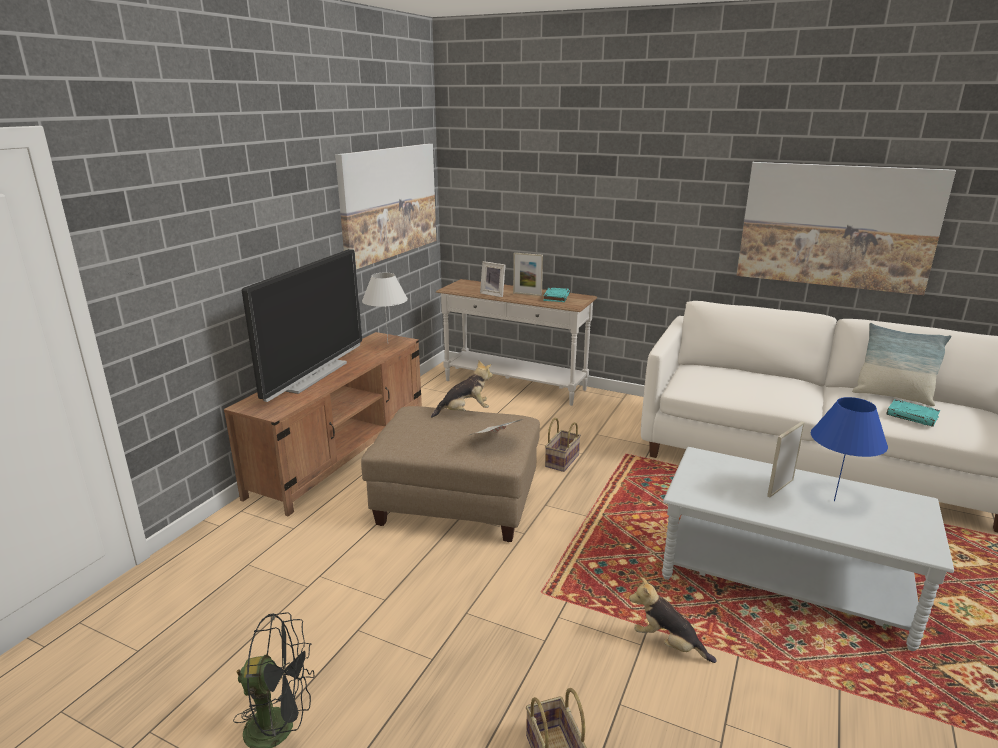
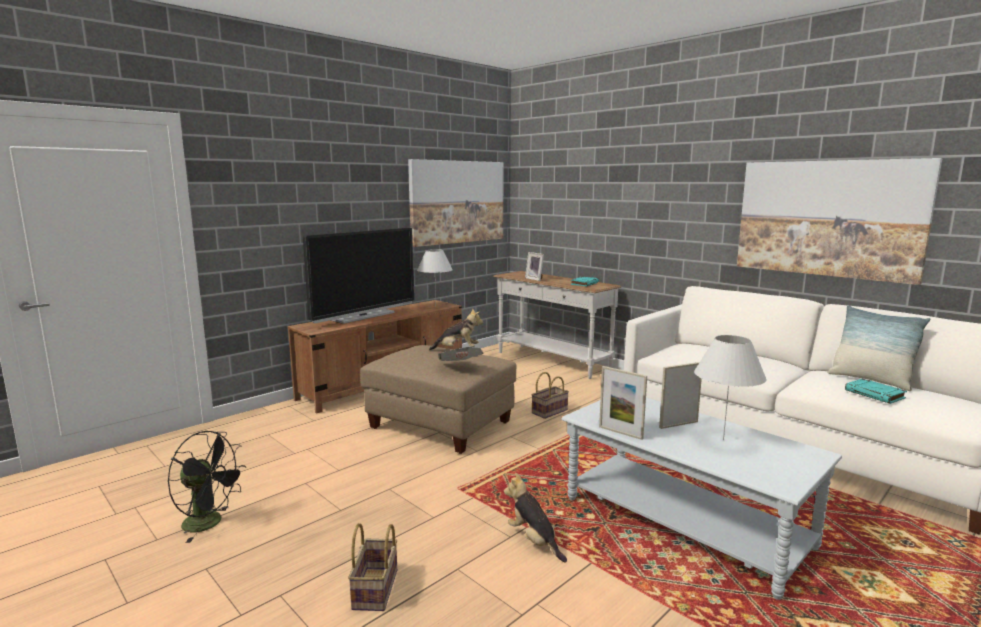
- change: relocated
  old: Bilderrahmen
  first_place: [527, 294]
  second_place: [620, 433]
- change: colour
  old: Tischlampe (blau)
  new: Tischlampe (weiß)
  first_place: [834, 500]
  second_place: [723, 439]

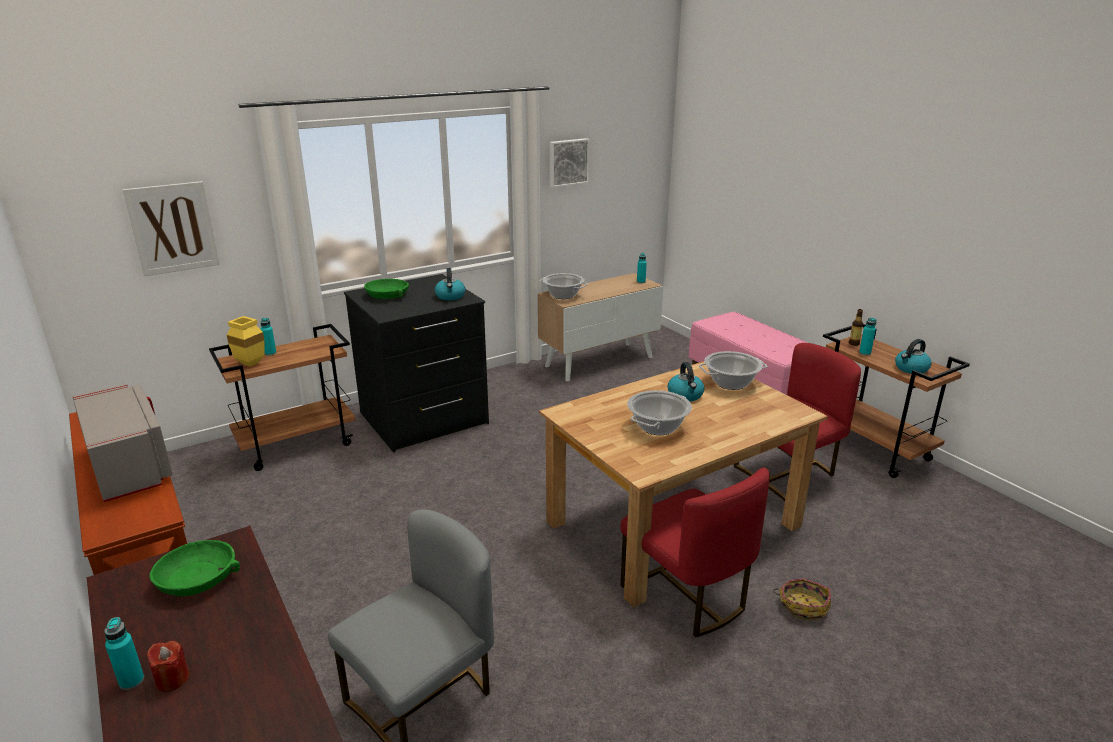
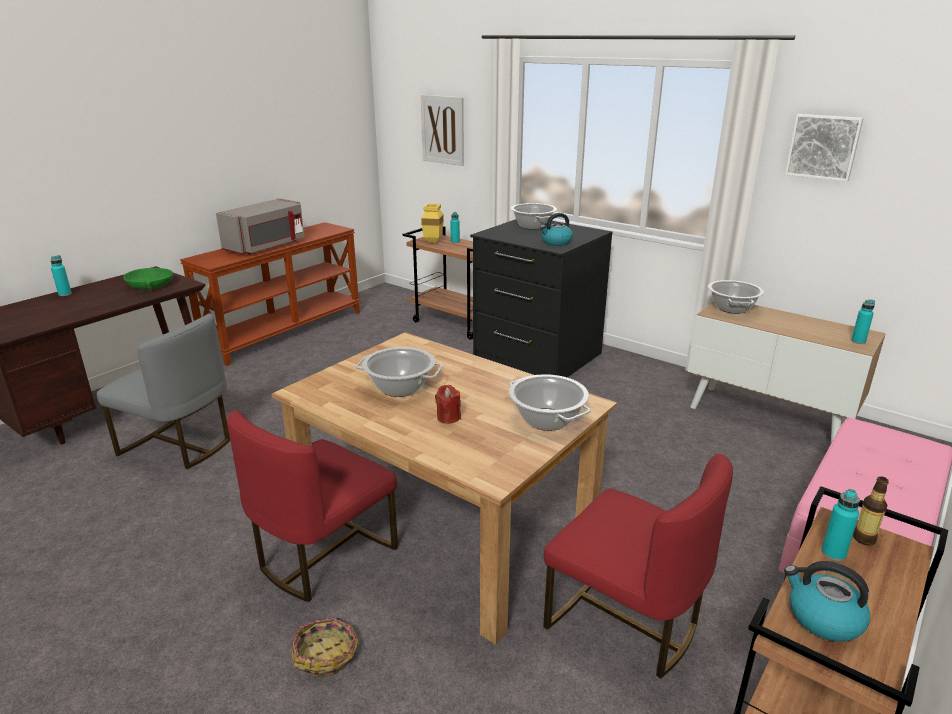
- change: relocated
  old: Kerze (rot)
  first_place: [172, 679]
  second_place: [448, 417]
- change: exchanged
  old: Schüssel (grün)
  new: Kochtopf
  first_place: [387, 295]
  second_place: [533, 226]
- change: missing
  old: Wasserkessel
  first_place: [685, 395]

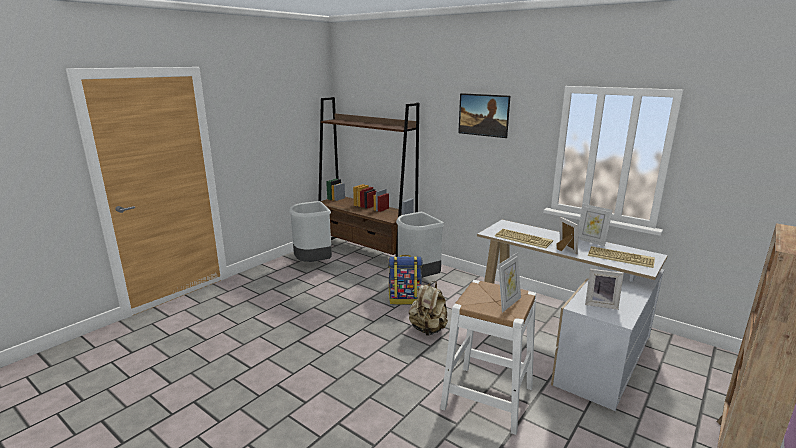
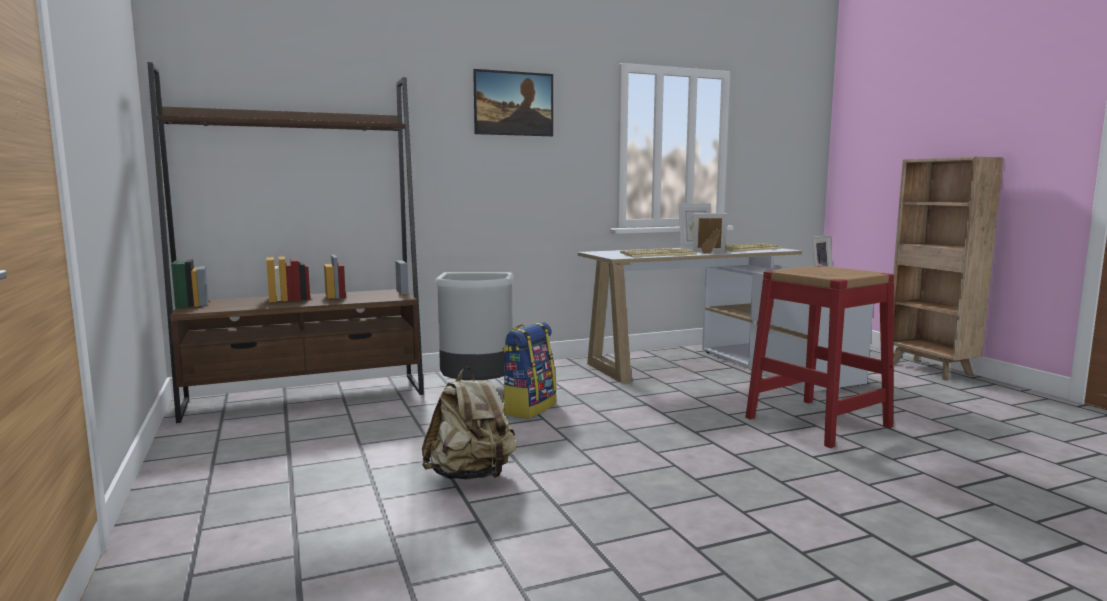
- change: relocated
  old: Rucksack (beige)
  first_place: [428, 329]
  second_place: [471, 476]
- change: colour
  old: Hocker (weiß)
  new: Hocker (rot)
  first_place: [487, 397]
  second_place: [817, 422]
- change: missing
  old: Mülleimer (grau)
  first_place: [313, 263]
- change: missing
  old: Bilderrahmen
  first_place: [508, 303]

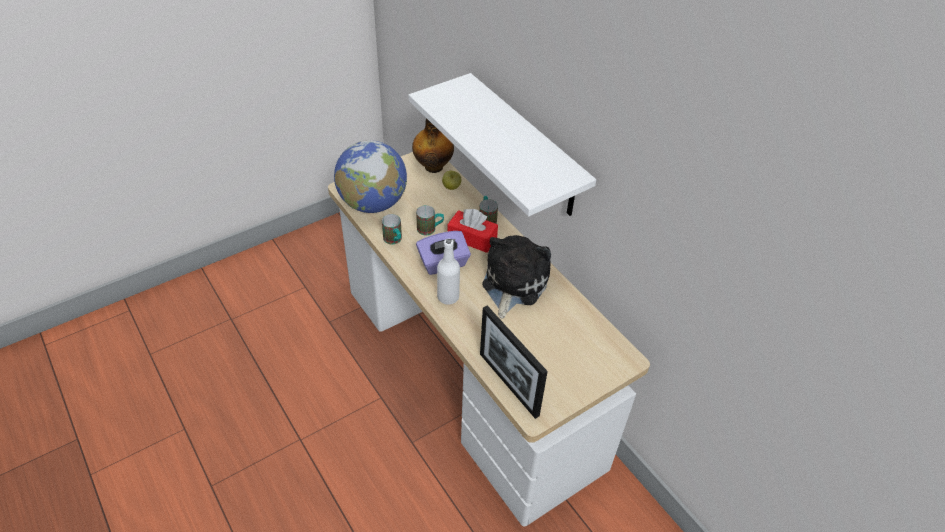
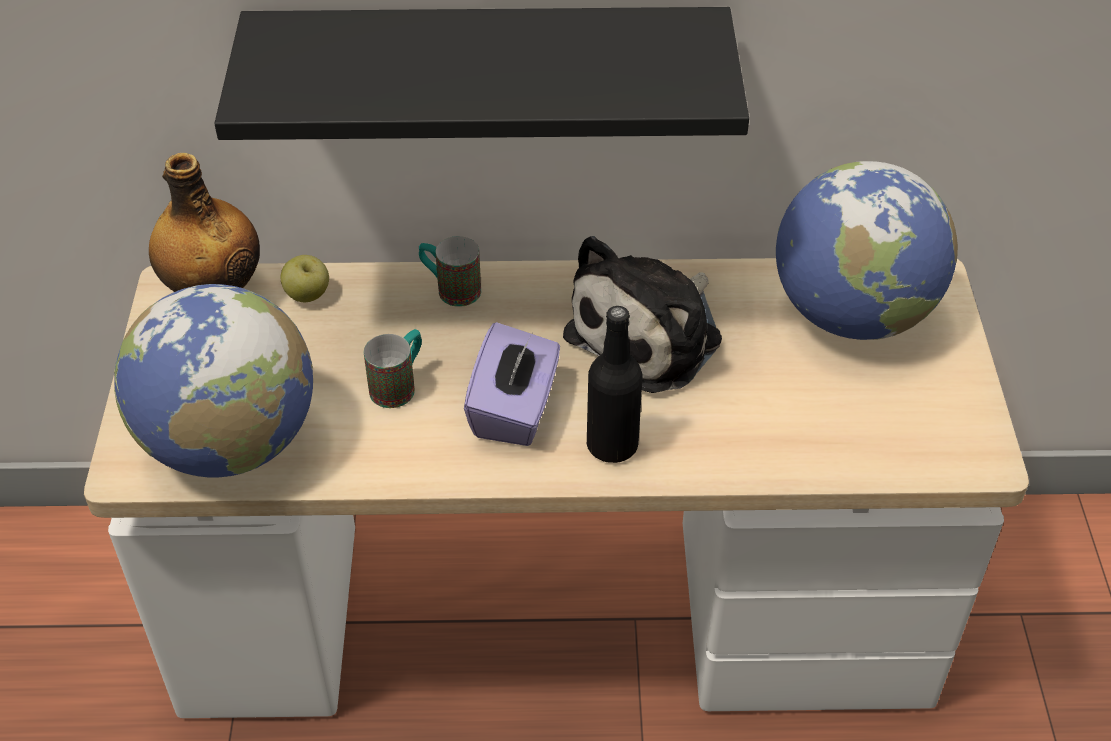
- change: colour
  old: Wandregal (weiß)
  new: Wandregal (schwarz)
  first_place: [526, 147]
  second_place: [488, 71]
- change: spun
  old: Plüschtier
  first_place: [513, 283]
  second_place: [651, 335]
  degrees: -105
- change: colour
  old: Flasche (weiß)
  new: Flasche (schwarz)
  first_place: [448, 297]
  second_place: [612, 445]
- change: appeared
  new: Globus
  second_place: [852, 314]
- change: missing
  old: Henkelbecher
  first_place: [394, 240]
- change: missing
  old: Taschentuchbox (rot)
  first_place: [472, 238]
- change: missing
  old: Bilderrahmen
  first_place: [508, 384]

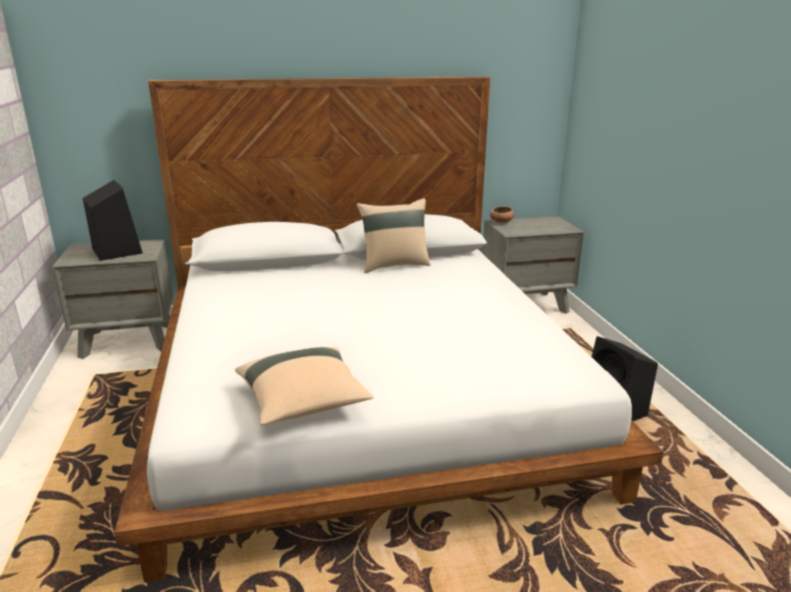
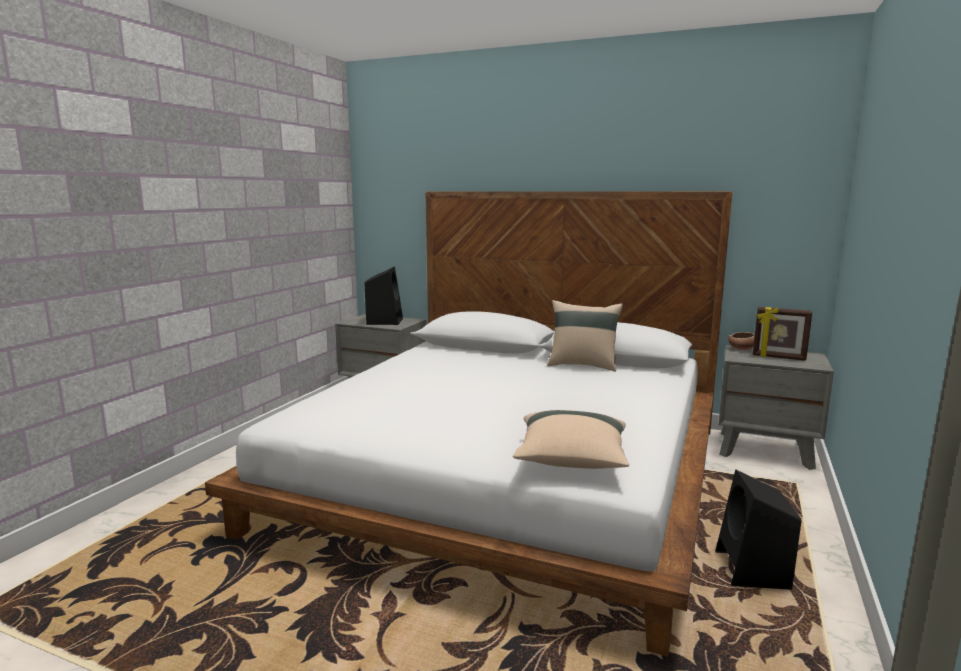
- change: relocated
  old: Kissen (beige)
  first_place: [303, 403]
  second_place: [571, 460]
- change: appeared
  new: Bilderrahmen
  second_place: [778, 357]

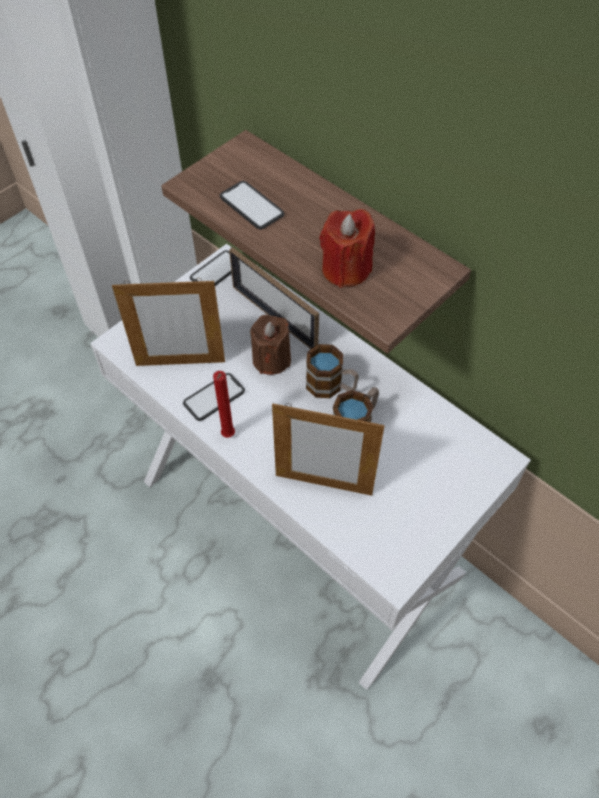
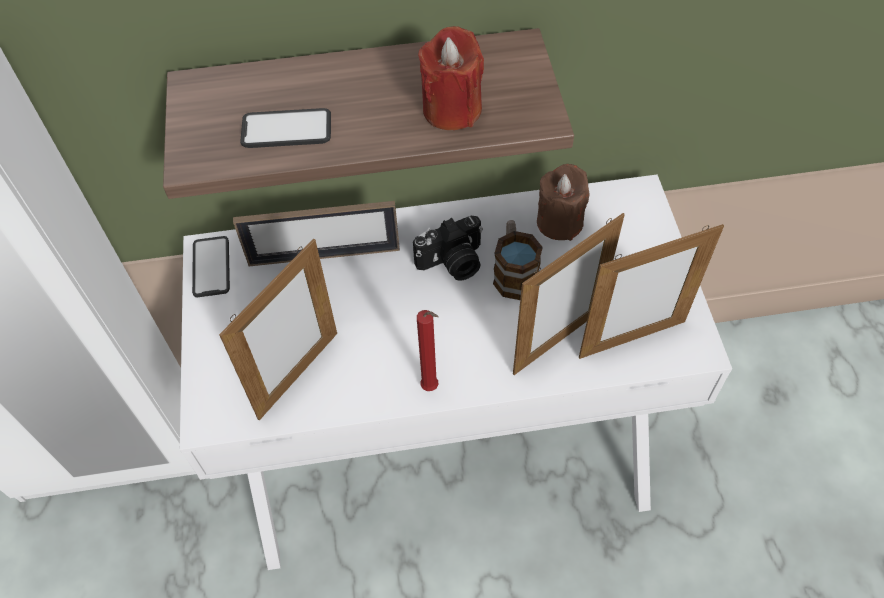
- change: exchanged
  old: Henkelbecher
  new: Kamera
  first_place: [331, 386]
  second_place: [452, 263]
- change: relocated
  old: Kerze (braun)
  first_place: [271, 359]
  second_place: [559, 222]
- change: appeared
  new: Bilderrahmen
  second_place: [632, 339]
- change: missing
  old: Handy
  first_place: [214, 397]

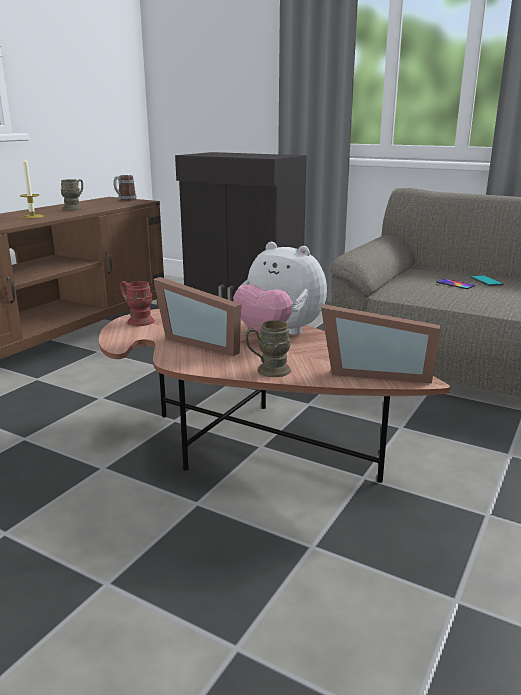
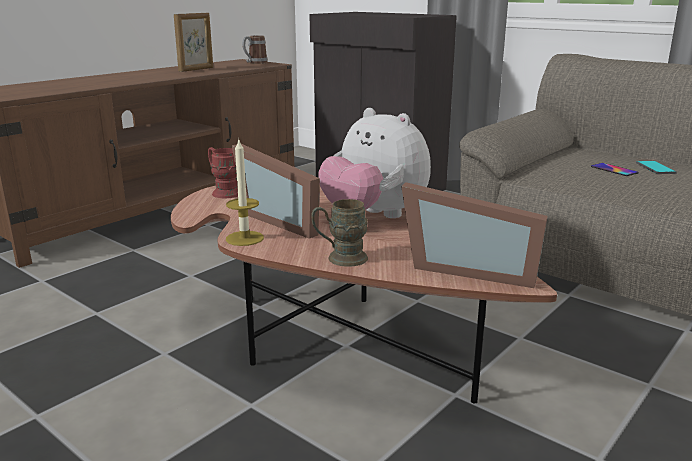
- change: exchanged
  old: Henkelbecher (braun)
  new: Bilderrahmen
  first_place: [75, 208]
  second_place: [196, 69]
- change: relocated
  old: Kerze
  first_place: [32, 216]
  second_place: [244, 238]

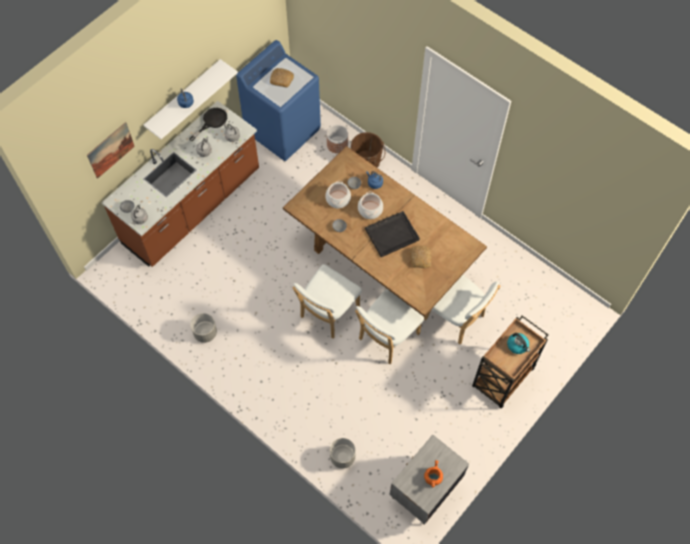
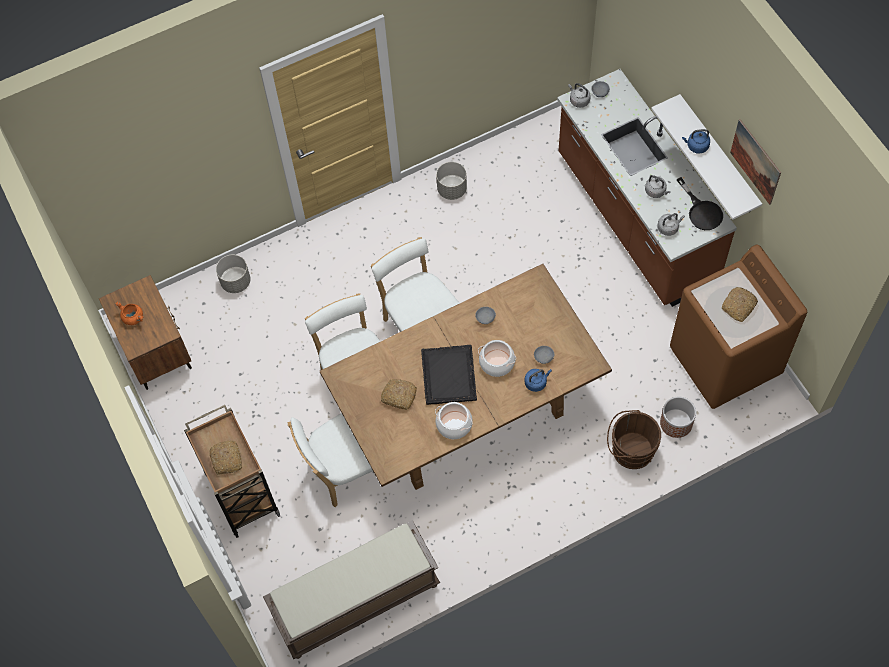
- change: colour
  old: Nachttisch (grau)
  new: Nachttisch (braun)
  first_place: [424, 490]
  second_place: [156, 351]
- change: exchanged
  old: Wasserkessel
  new: Brot
  first_place: [517, 345]
  second_place: [227, 459]
- change: appeared
  new: Bank (braun)
  second_place: [356, 601]
- change: relocated
  old: Kochtopf
  first_place: [338, 199]
  second_place: [454, 424]
- change: colour
  old: Waschmaschine (blau)
  new: Waschmaschine (braun)
  first_place: [283, 130]
  second_place: [725, 361]
- change: relocated
  old: Bild
  first_place: [111, 150]
  second_place: [755, 162]

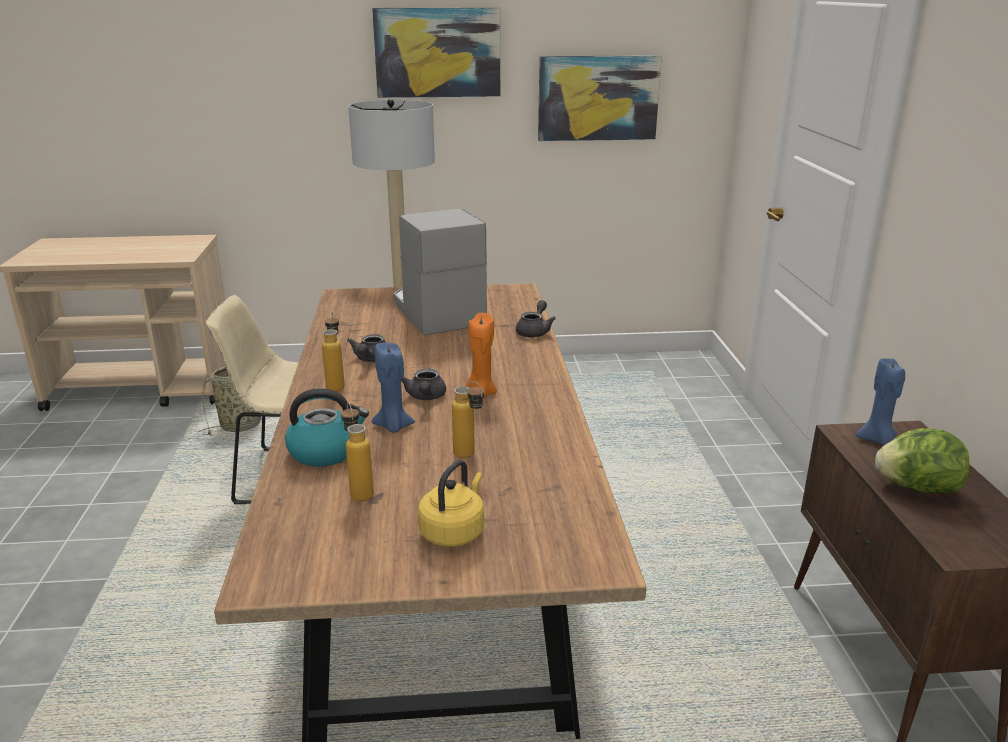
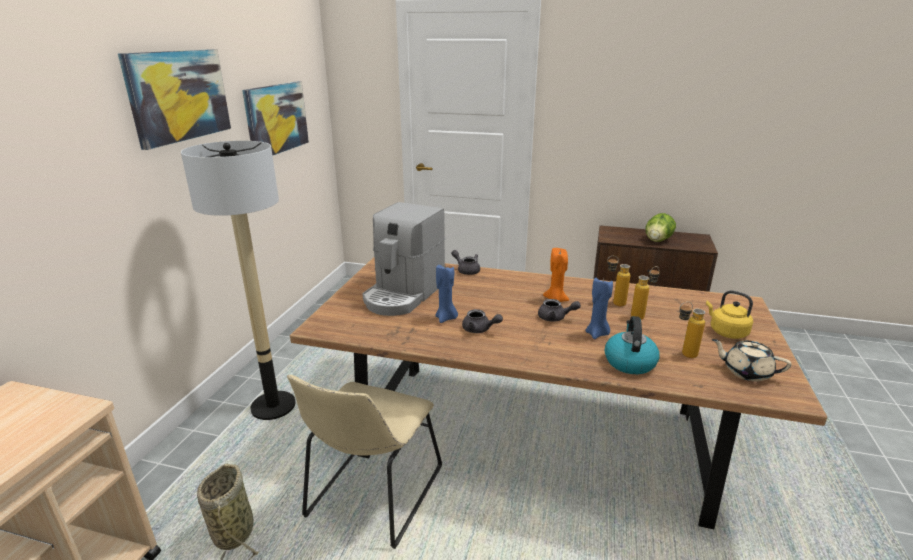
- change: spun
  old: Kaffeemaschine
  first_place: [436, 313]
  second_place: [403, 294]
  degrees: -60
- change: relocated
  old: Kerze (blau)
  first_place: [877, 440]
  second_place: [446, 318]
- change: relocated
  old: Flasche
  first_place: [336, 384]
  second_place: [613, 303]
- change: appeared
  new: Teekanne (beige)
  second_place: [746, 372]

